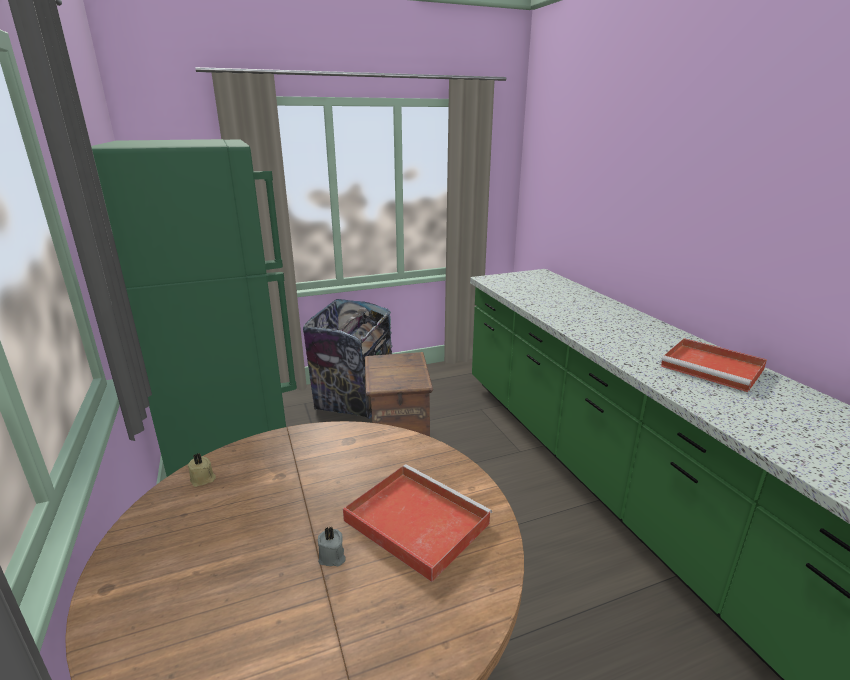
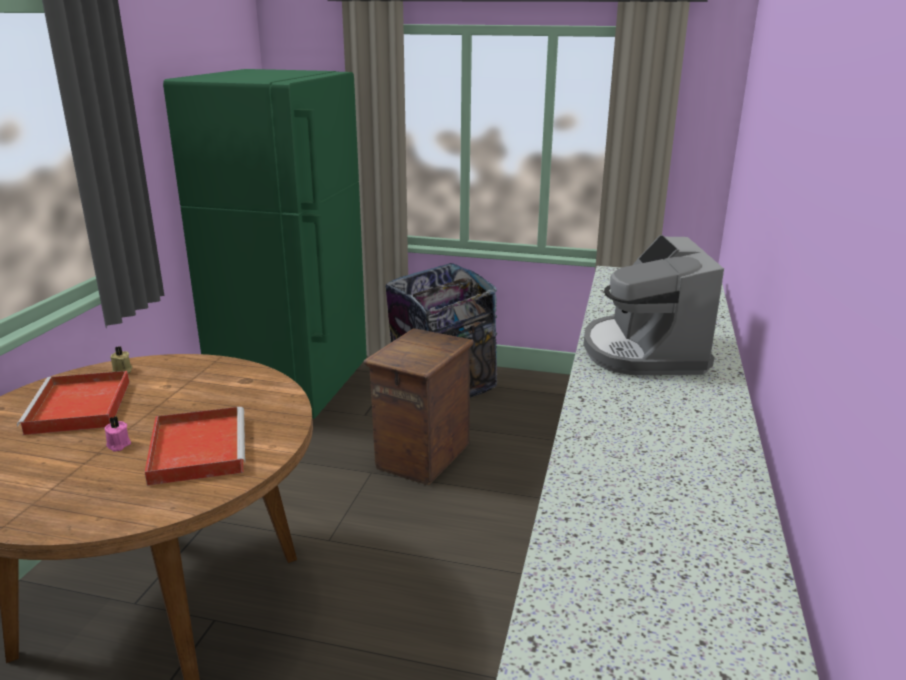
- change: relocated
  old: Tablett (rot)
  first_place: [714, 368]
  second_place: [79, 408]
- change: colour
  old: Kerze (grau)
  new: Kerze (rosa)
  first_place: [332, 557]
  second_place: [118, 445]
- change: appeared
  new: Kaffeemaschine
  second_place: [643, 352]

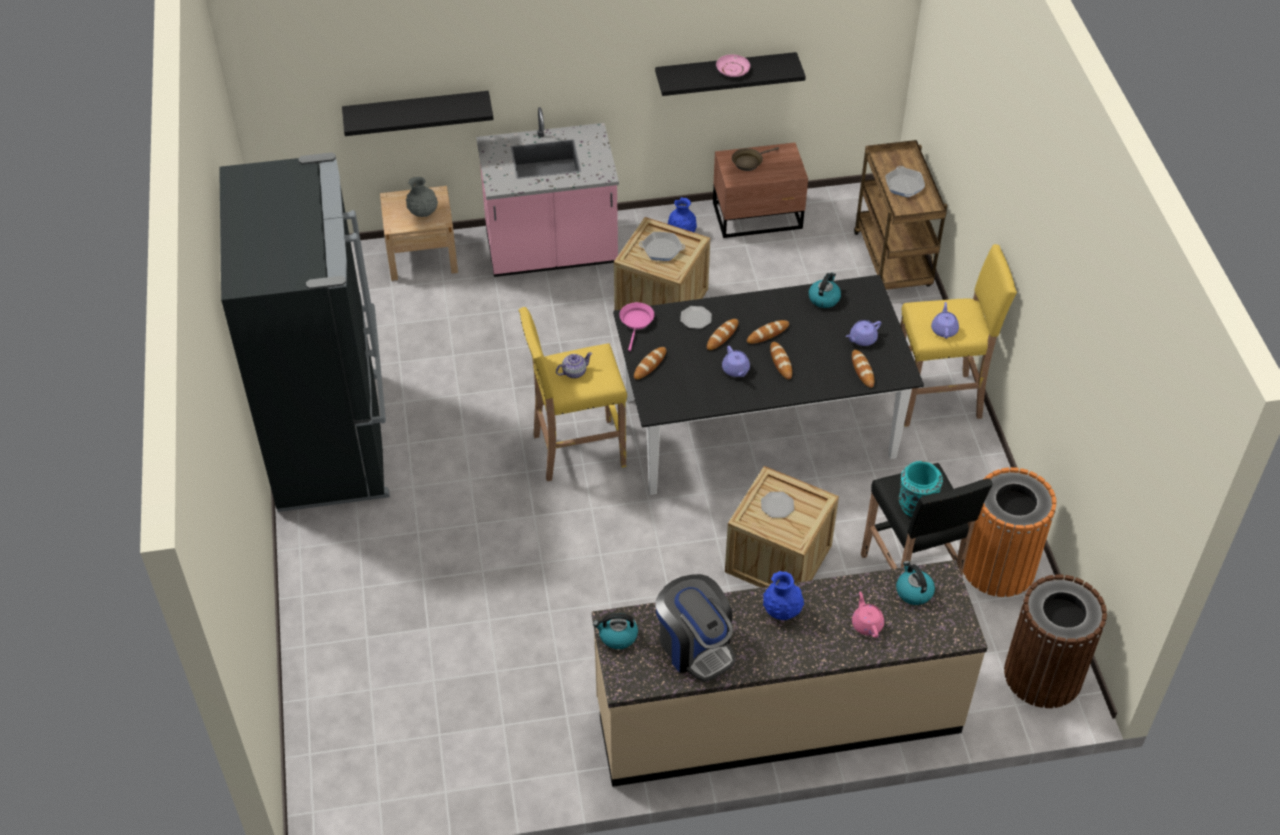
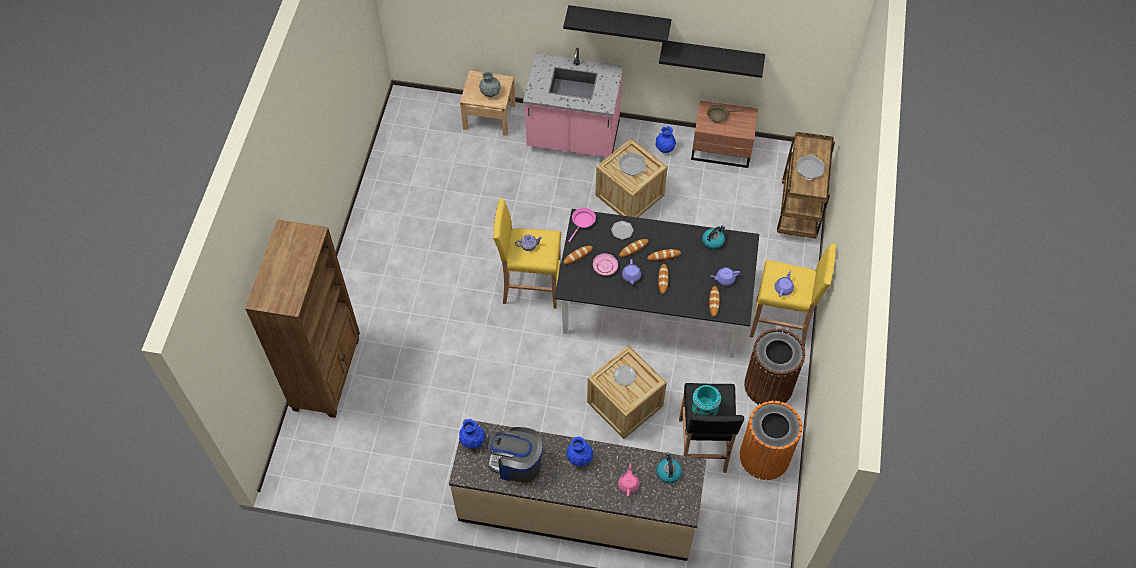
- change: appeared
  new: Bücherregal (braun)
  second_place: [327, 373]
- change: exchanged
  old: Wasserkessel
  new: Vase (blau)
  first_place: [617, 636]
  second_place: [472, 441]
- change: spun
  old: Kaffeemaschine
  first_place: [695, 645]
  second_place: [516, 463]
  degrees: 120
- change: relocated
  old: Wandregal (schwarz)
  first_place: [417, 112]
  second_place: [619, 20]
- change: relocated
  old: Teller (rosa)
  first_place: [732, 70]
  second_place: [605, 266]
- change: relocated
  old: Mülleimer (braun)
  first_place: [1043, 675]
  second_place: [768, 385]
- change: missing
  old: Kühlschrank (schwarz)
  first_place: [332, 440]

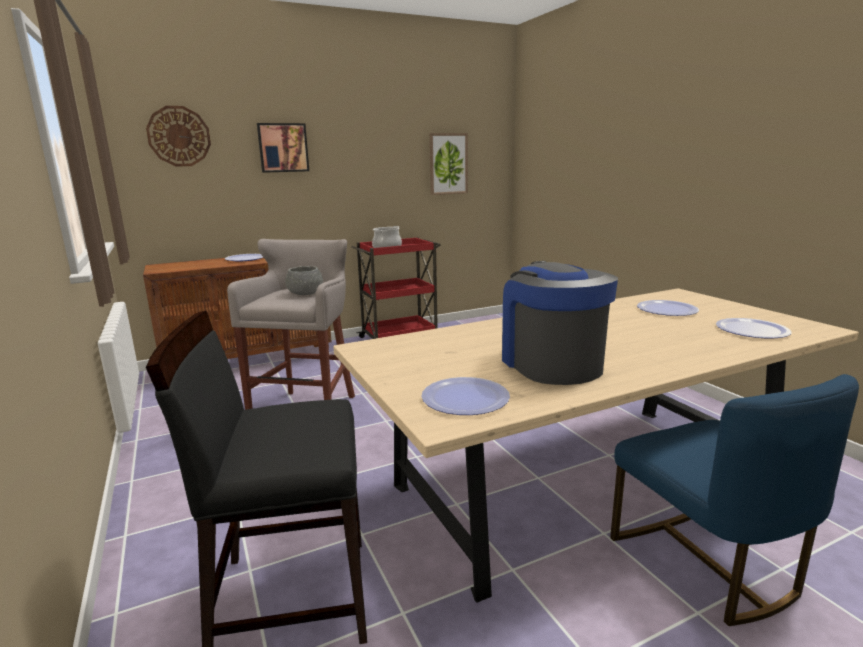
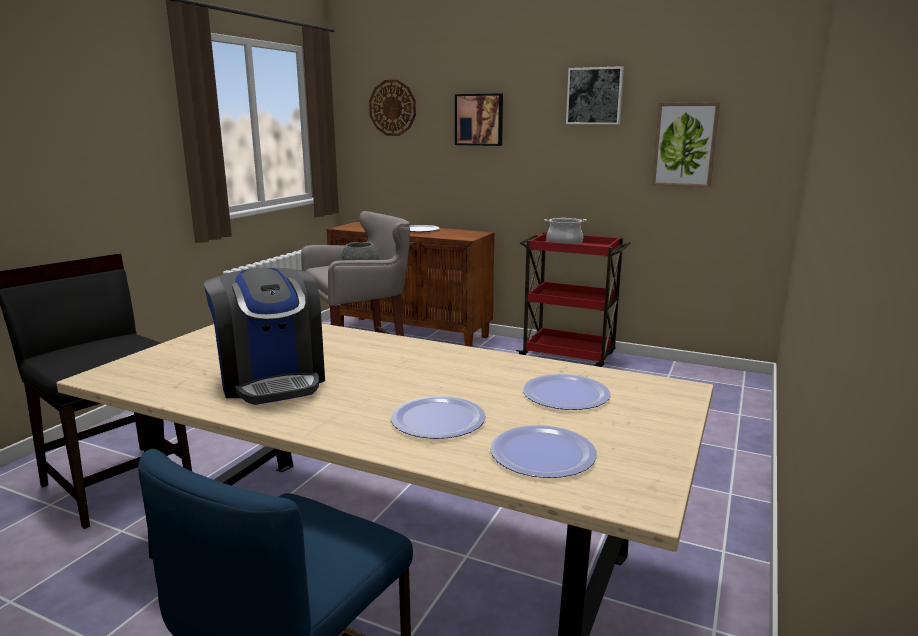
- change: spun
  old: Kaffeemaschine
  first_place: [551, 363]
  second_place: [272, 380]
  degrees: 120
- change: relocated
  old: Teller
  first_place: [465, 398]
  second_place: [438, 420]
- change: appeared
  new: Bild
  second_place: [594, 96]

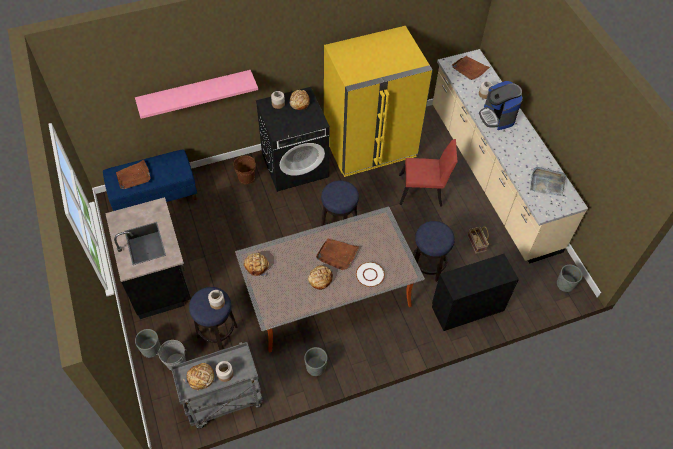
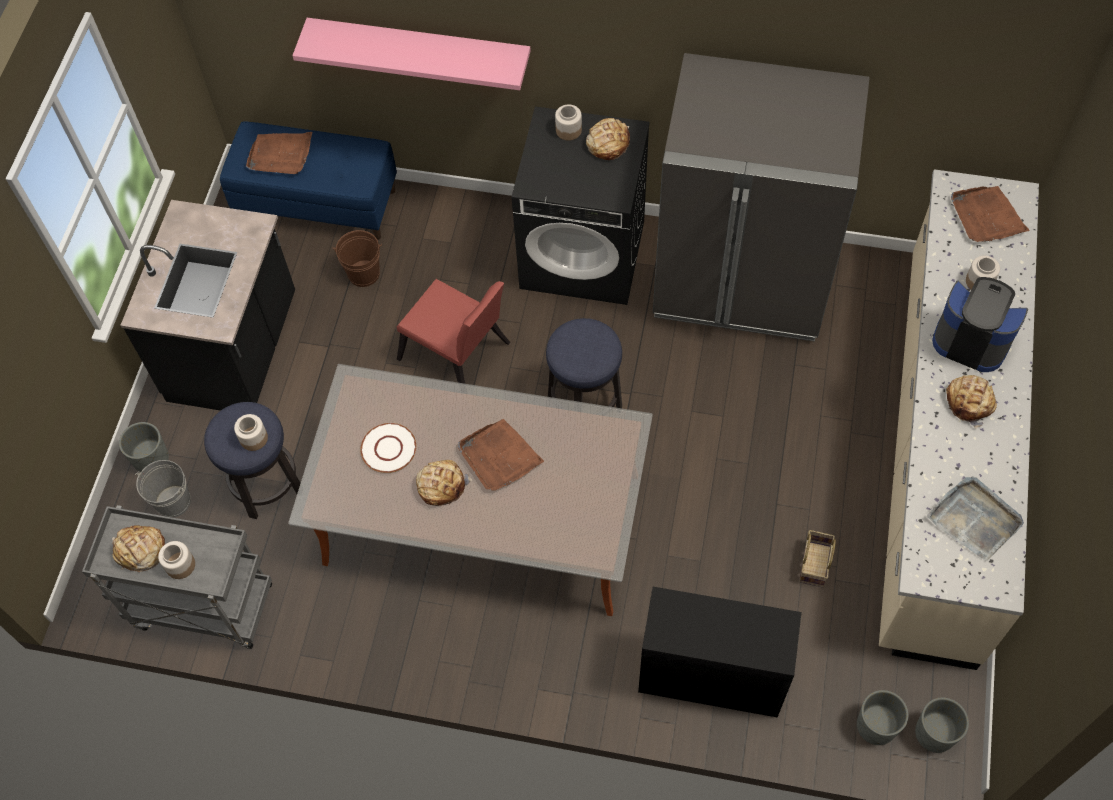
- change: relocated
  old: Eimer (braun)
  first_place: [246, 178]
  second_place: [364, 273]
- change: relocated
  old: Teller (weiß)
  first_place: [370, 274]
  second_place: [388, 448]
- change: relocated
  old: Stuhl (rot)
  first_place: [424, 191]
  second_place: [458, 356]
- change: colour
  old: Kühlschrank (gelb)
  new: Kühlschrank (grau)
  first_place: [370, 146]
  second_place: [741, 282]
- change: relocated
  old: Pflanzkübel (grau)
  first_place: [316, 367]
  second_place: [876, 726]
- change: spun
  old: Kaffeemaschine
  first_place: [497, 117]
  second_place: [971, 339]
  degrees: 105
- change: relocated
  old: Brot
  first_place: [257, 266]
  second_place: [970, 402]
- change: missing
  old: Hocker
  first_place: [428, 266]

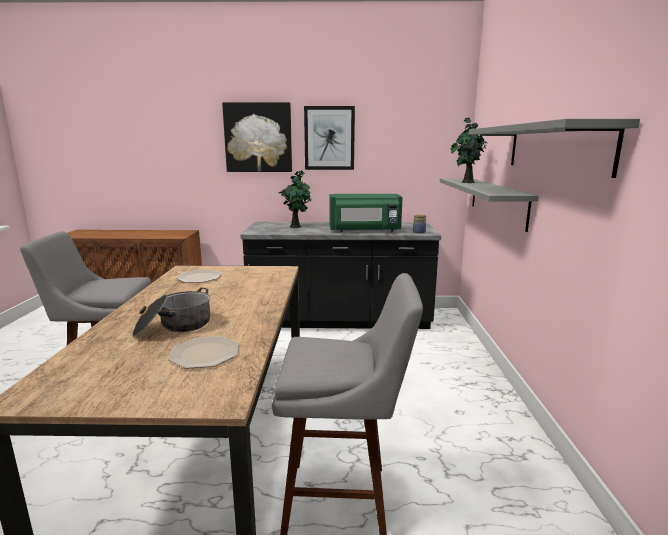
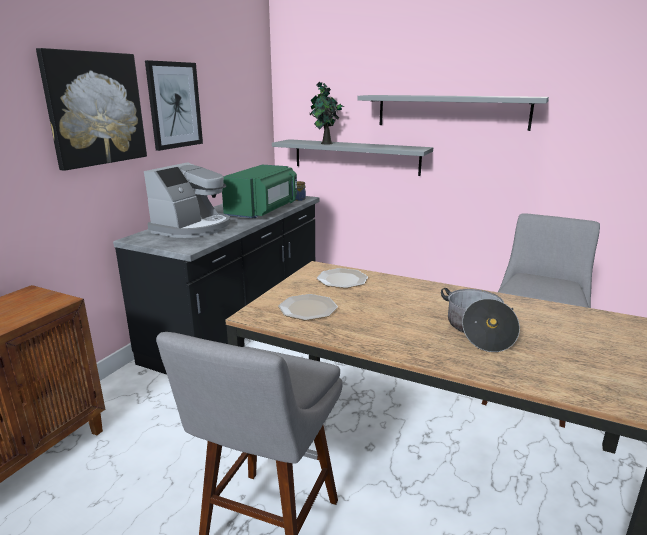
- change: exchanged
  old: Topfpflanze
  new: Kaffeemaschine
  first_place: [296, 226]
  second_place: [193, 228]
- change: relocated
  old: Teller
  first_place: [204, 354]
  second_place: [342, 279]

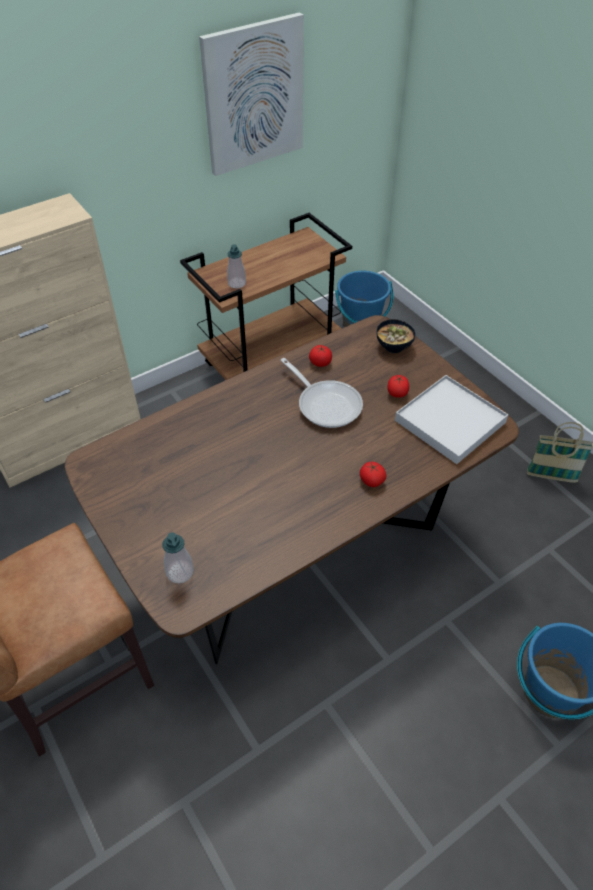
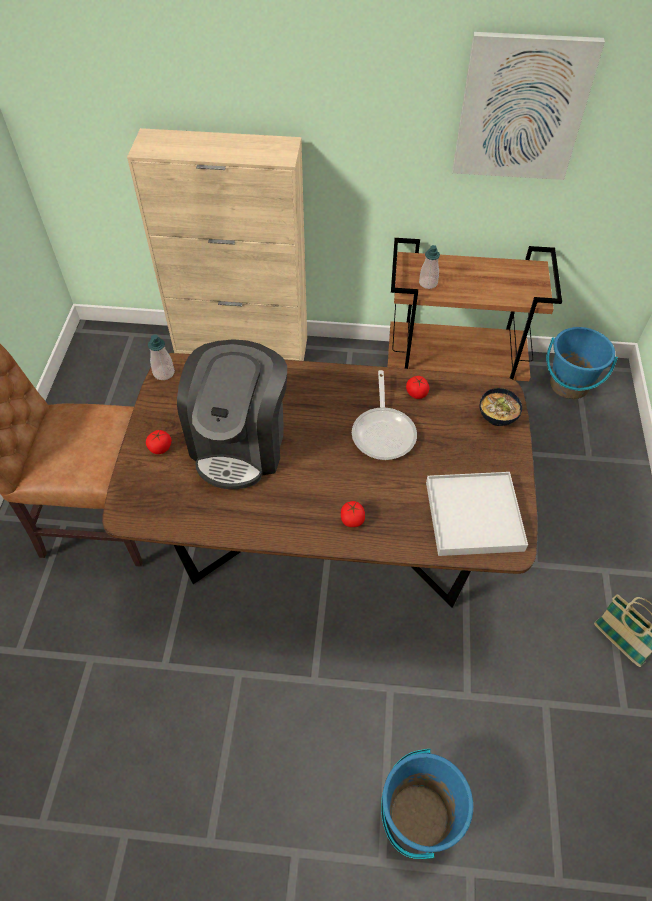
- change: relocated
  old: Tomate
  first_place: [397, 393]
  second_place: [160, 448]
- change: relocated
  old: Seifenspender
  first_place: [180, 572]
  second_place: [164, 373]
- change: appeared
  new: Kaffeemaschine
  second_place: [240, 443]

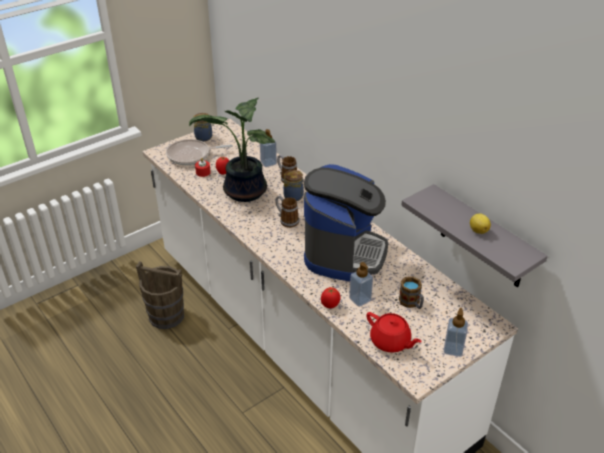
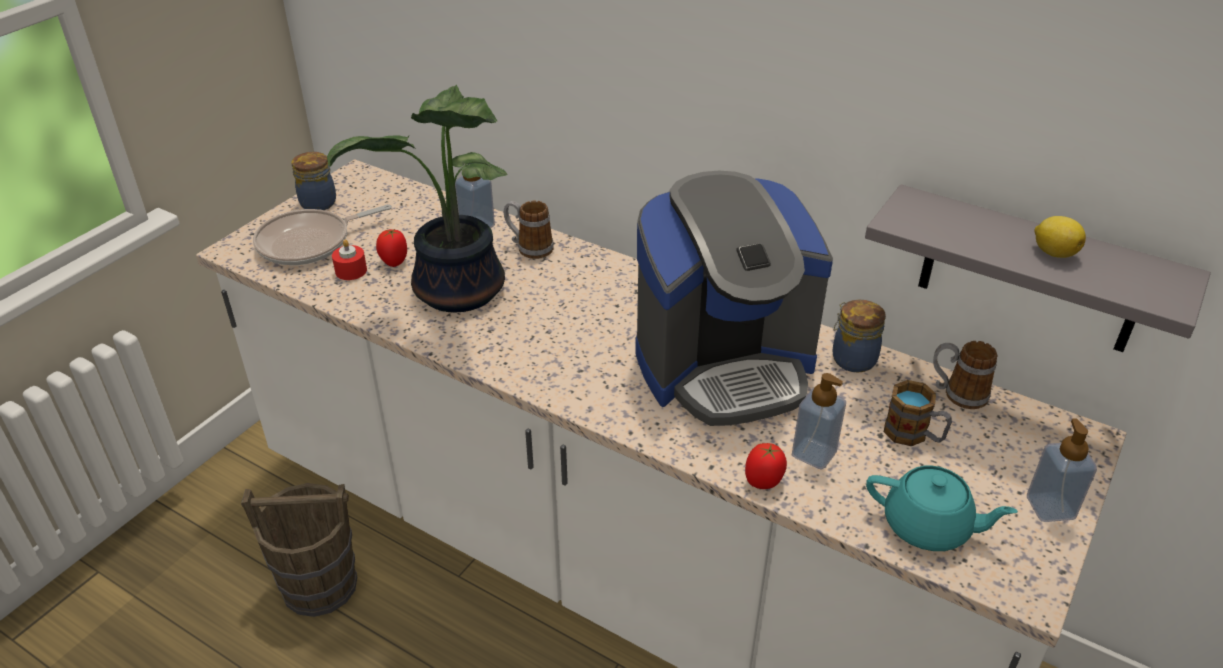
- change: spun
  old: Kaffeemaschine
  first_place: [344, 252]
  second_place: [724, 366]
  degrees: 75
- change: relocated
  old: Vorratsglas
  first_place: [293, 196]
  second_place: [852, 358]
- change: colour
  old: Teekanne (rot)
  new: Teekanne (türkis)
  first_place: [390, 342]
  second_place: [928, 527]
- change: relocated
  old: Henkelbecher
  first_place: [286, 220]
  second_place: [957, 394]

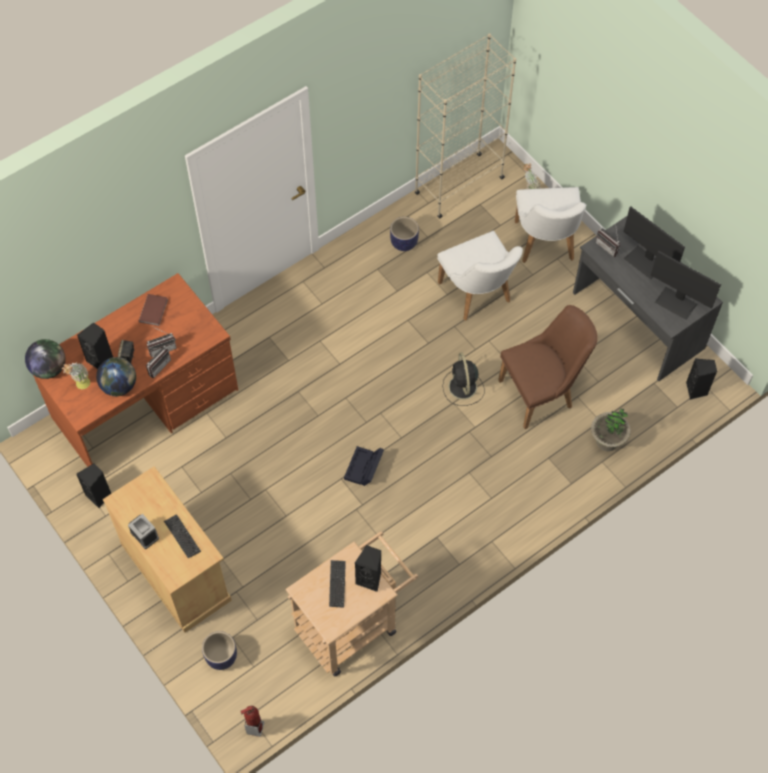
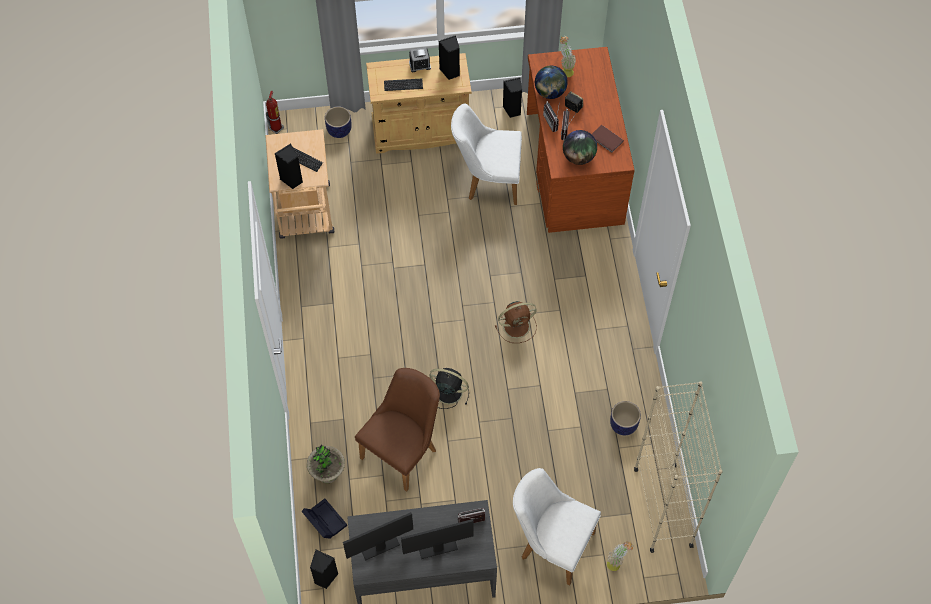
- change: relocated
  old: Aufbewahrungsbox (schwarz)
  first_place: [364, 469]
  second_place: [324, 520]
- change: spun
  old: Stuhl (braun)
  first_place: [542, 392]
  second_place: [404, 450]
  degrees: -150
- change: relocated
  old: Lautsprecher (schwarz)
  first_place: [101, 360]
  second_place: [450, 71]
- change: relocated
  old: Stuhl (weiß)
  first_place: [478, 296]
  second_place: [487, 180]
- change: appeared
  new: Ventilator (braun)
  second_place: [517, 326]
- change: relocated
  old: Globus
  first_place: [49, 368]
  second_place: [578, 157]

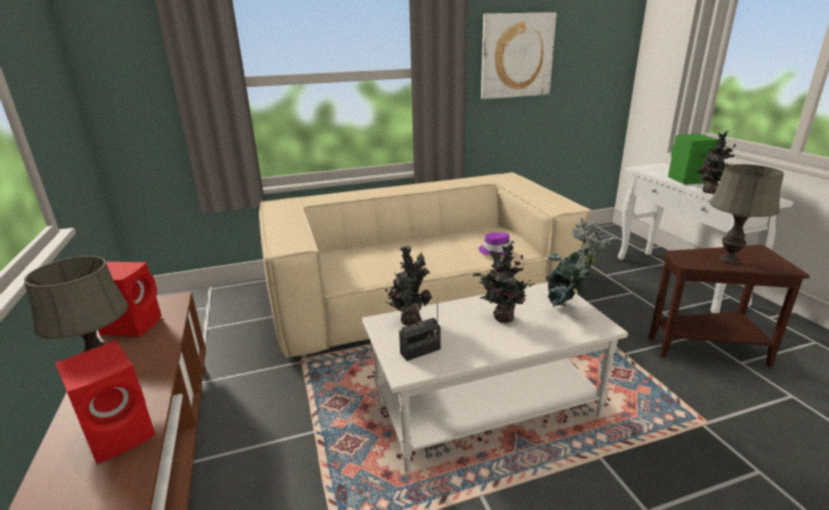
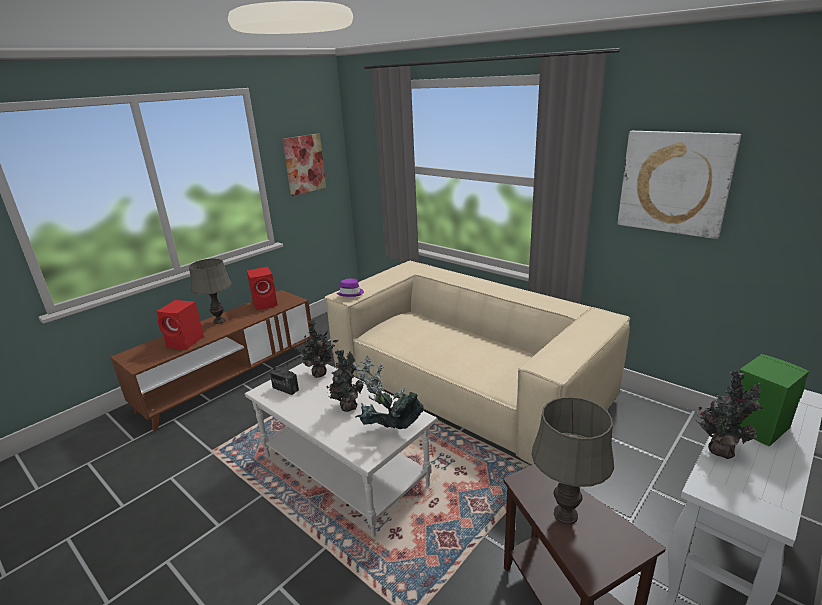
- change: appeared
  new: Bild
  second_place: [304, 164]
- change: relocated
  old: Hut (lila)
  first_place: [495, 250]
  second_place: [351, 293]

